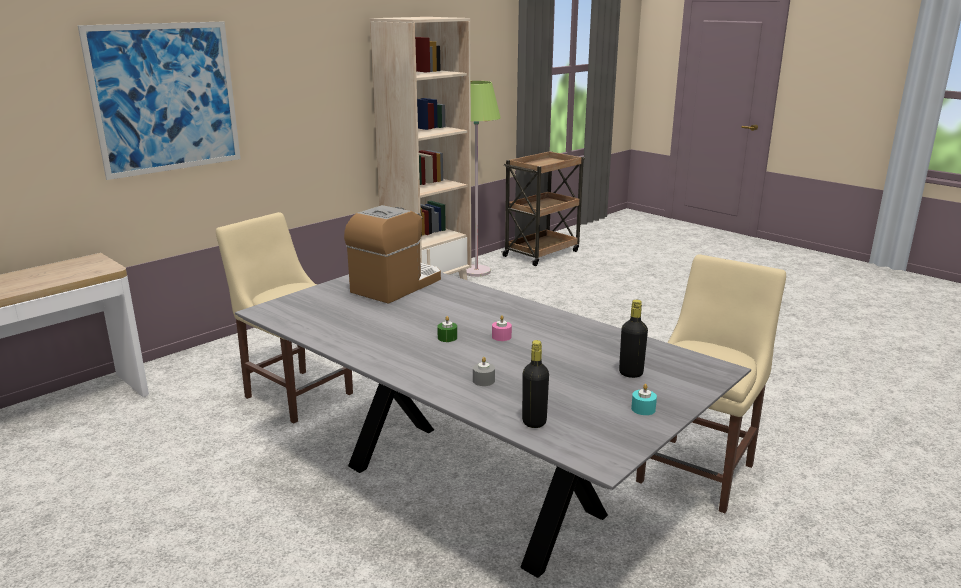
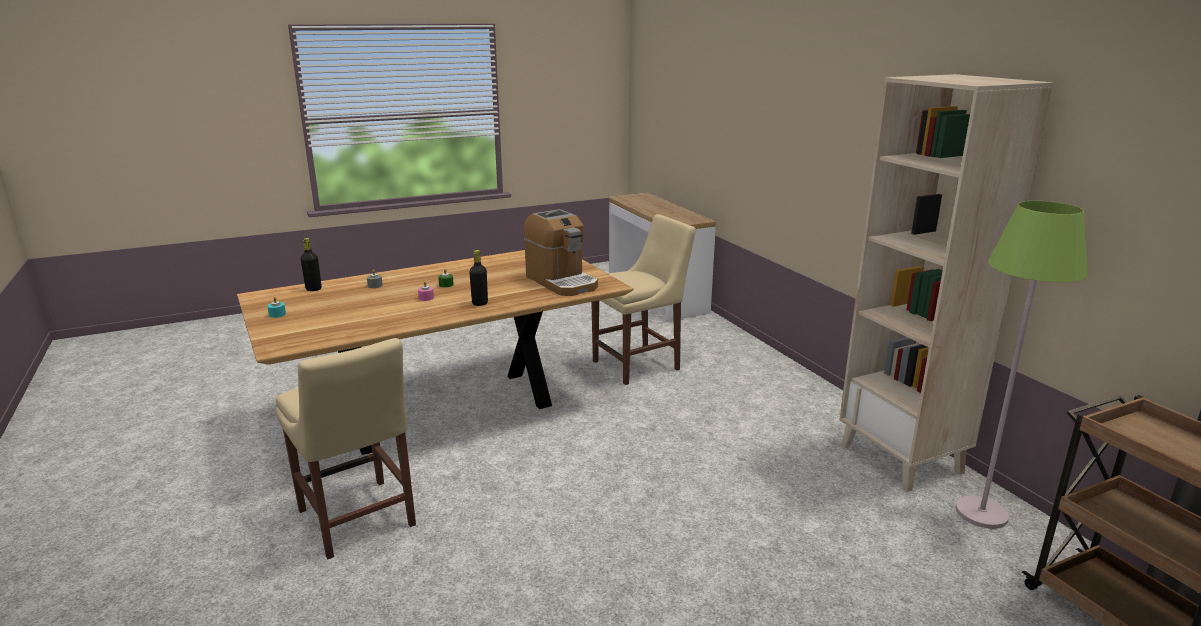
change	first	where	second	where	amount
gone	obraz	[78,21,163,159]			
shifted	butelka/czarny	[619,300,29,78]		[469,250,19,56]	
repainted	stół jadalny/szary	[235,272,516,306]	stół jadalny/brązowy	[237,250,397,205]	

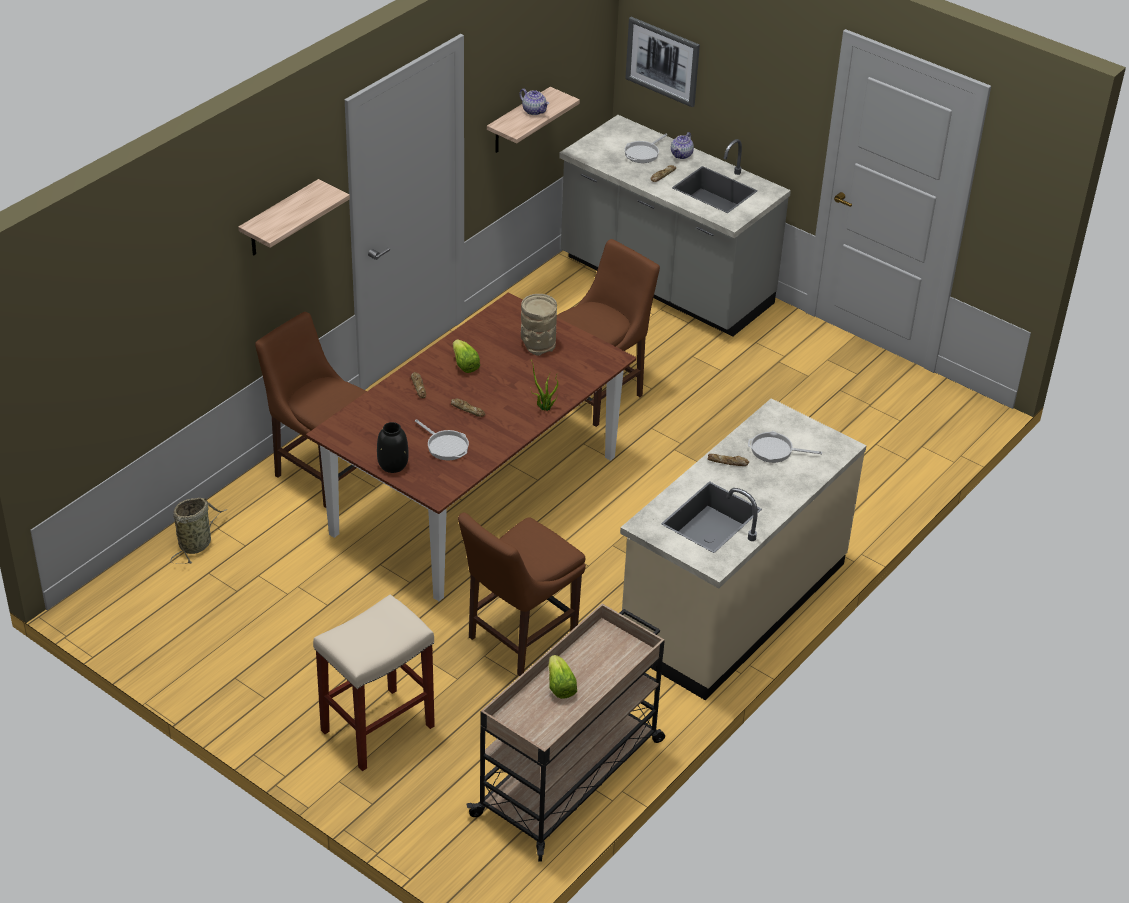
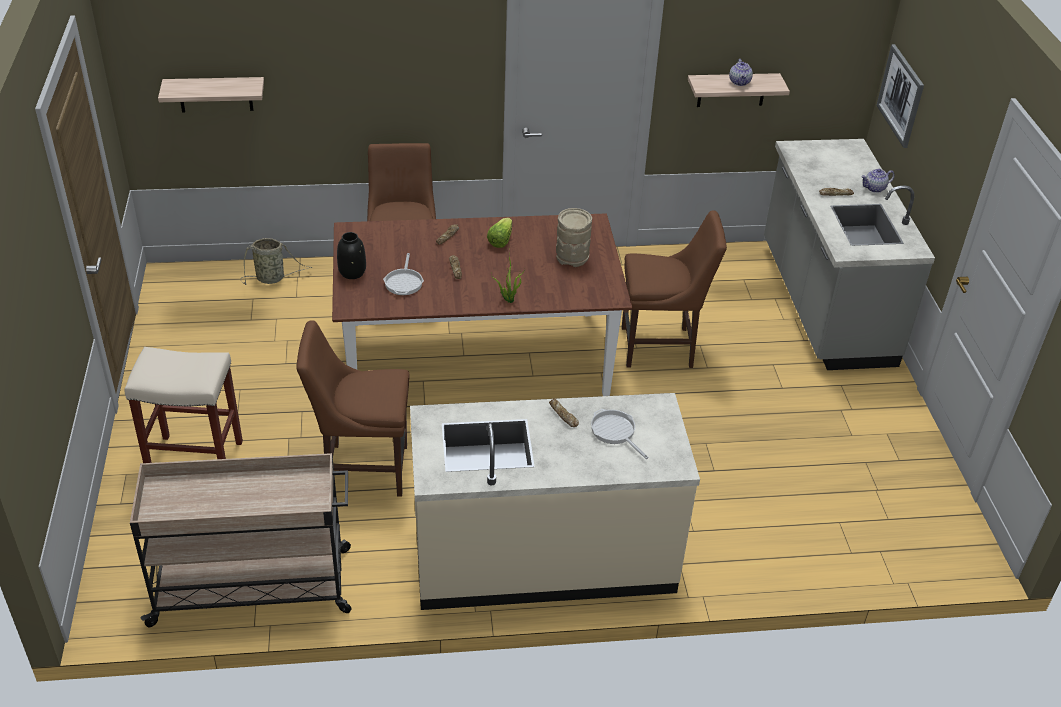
change	first	where	second	where	amount
gone	sałata	[549,655,28,44]			
gone	patelnia	[625,134,42,29]			
shifted	półka	[238,179,112,76]		[158,77,106,35]	

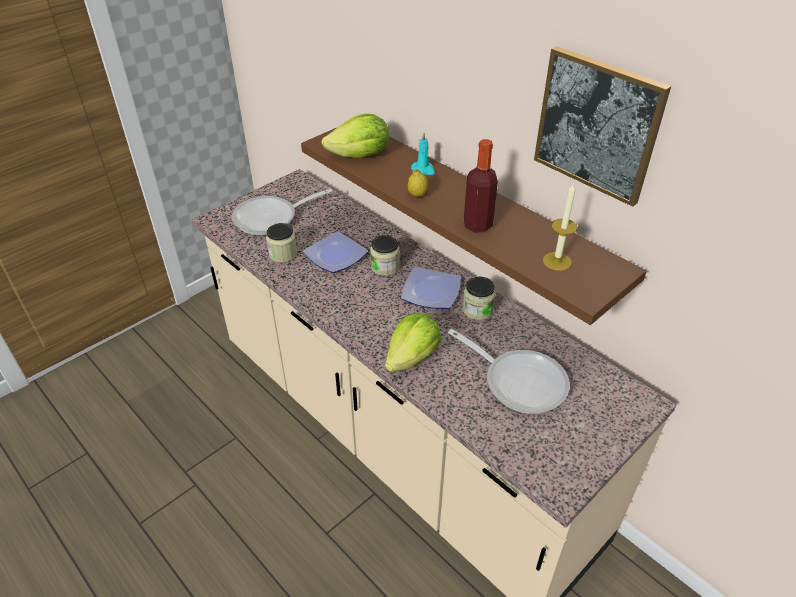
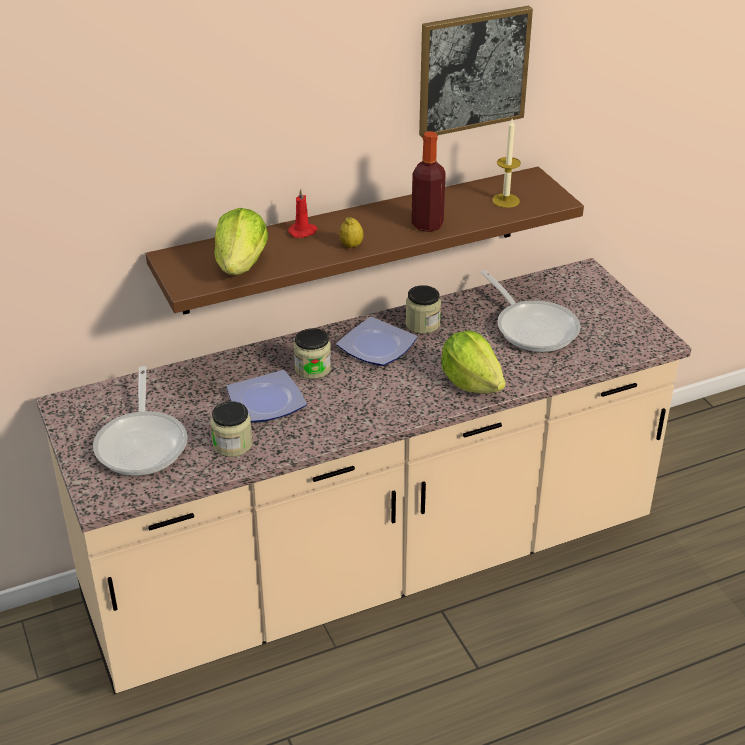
change	first	where	second	where	amount
repainted	świeca/turkusowy	[411,133,24,42]	świeca/czerwony	[288,188,30,50]	
rotated	patelnia	[448,329,122,85]		[481,270,99,82]	90 degrees clockwise

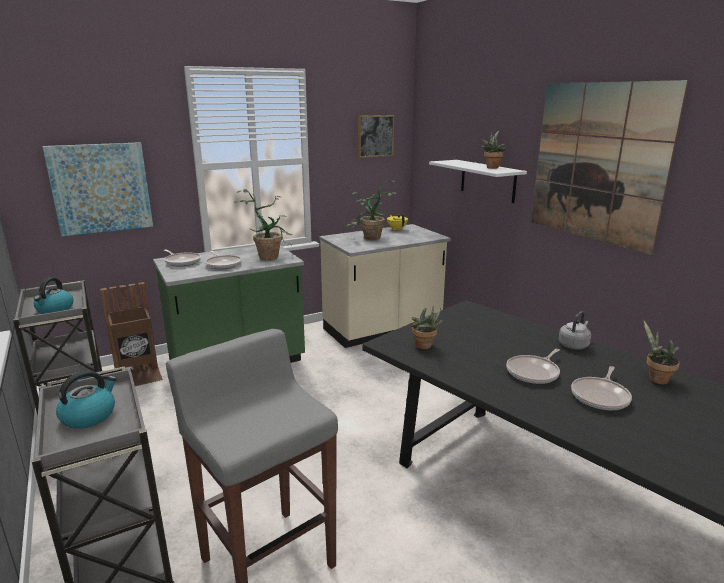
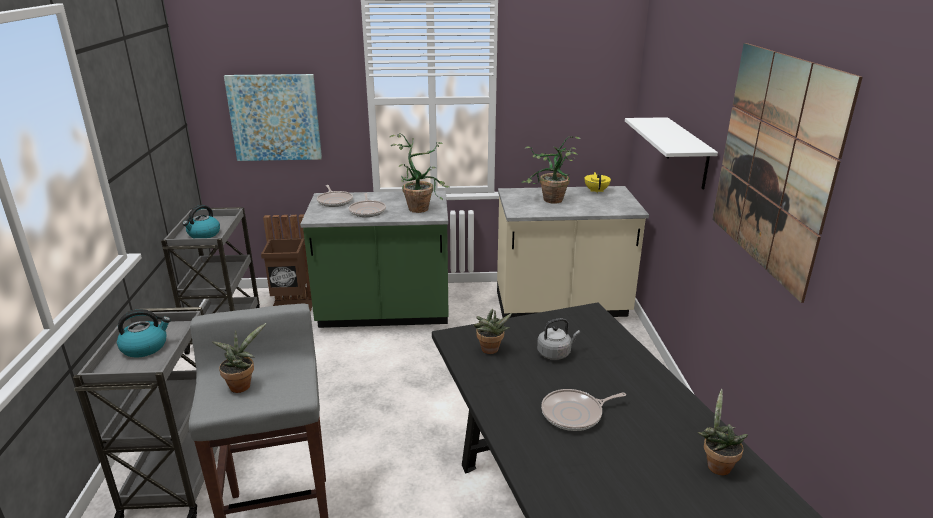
change	first	where	second	where	amount
gone	obraz	[358,115,36,43]			
gone	patelnia	[571,366,61,45]			
shifted	roślina doniczkowa	[481,131,25,38]		[212,323,54,70]	
shifted	czajnik/szary	[558,311,33,38]		[537,318,43,42]	

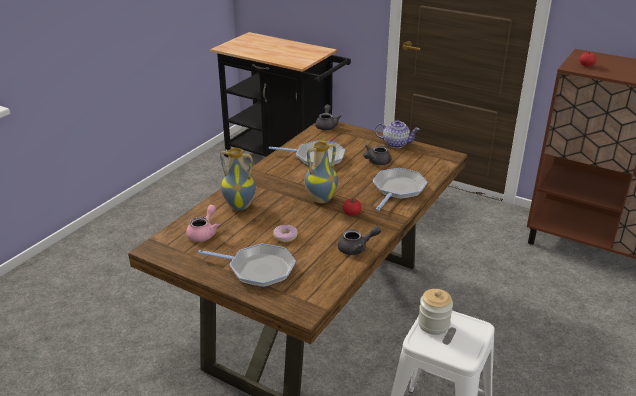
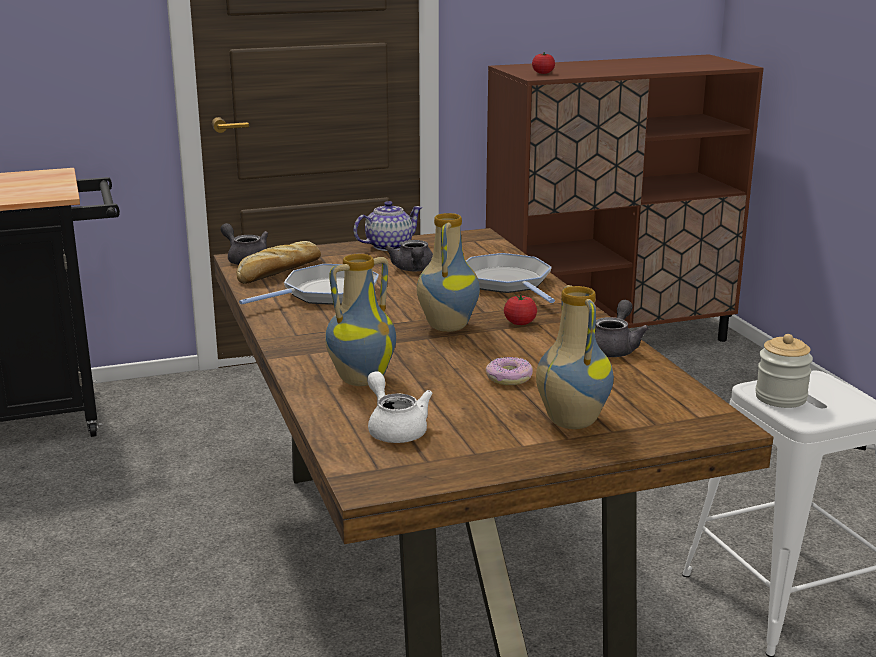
change	first	where	second	where	amount
new			chleb	[236,241,85,43]	
swapped	patelnia	[198,243,98,44]	wazon	[536,285,78,144]	
repainted	imbryk/różowy	[186,205,33,37]	imbryk/biały	[367,371,66,72]	

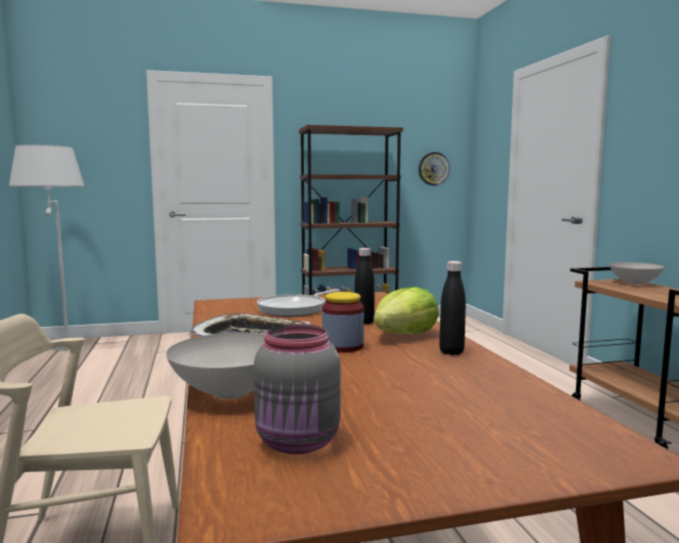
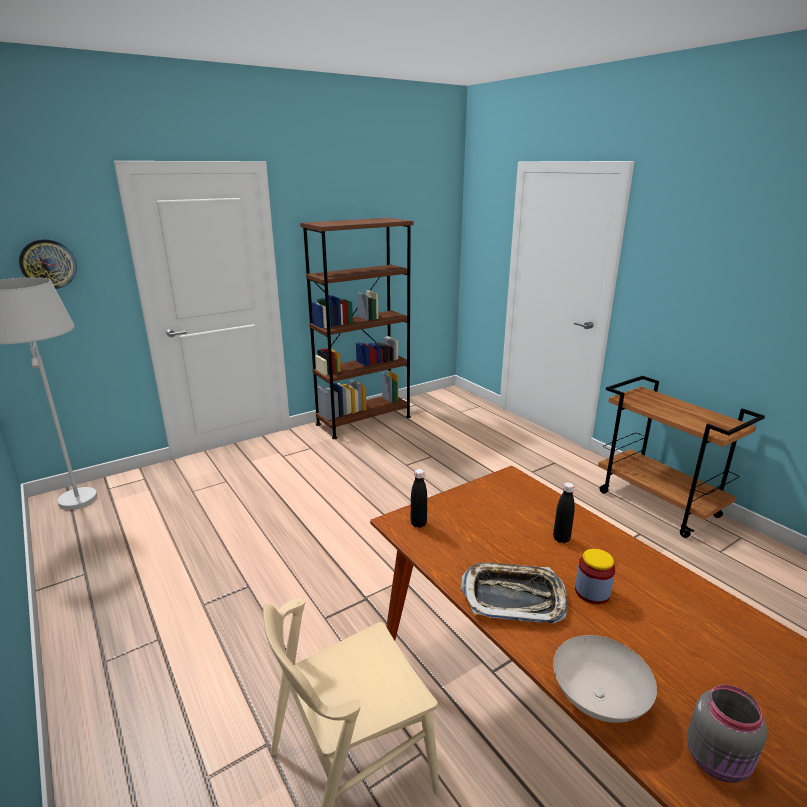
change	first	where	second	where	amount
gone	patelnia	[257,289,83,28]			
gone	sałata	[374,287,65,47]			
gone	miska/biały	[609,262,55,23]			
shifted	zegar ścienny	[418,152,32,34]		[19,239,58,50]	
shifted	butelka/czarny	[439,261,27,94]		[411,469,16,59]	

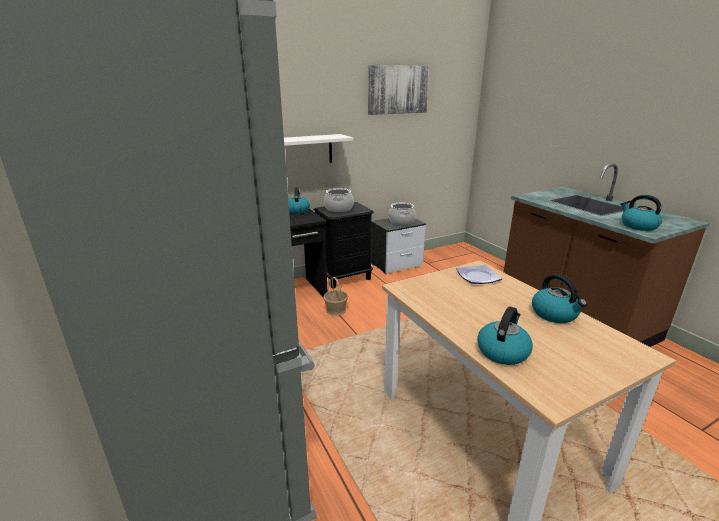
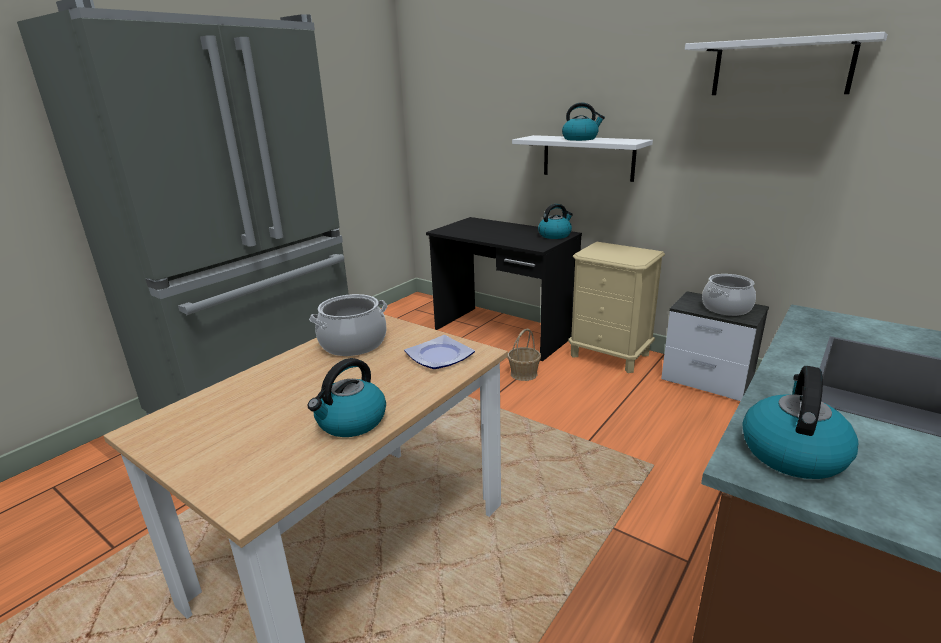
change	first	where	second	where	amount
shifted	garnek	[324,188,30,24]		[309,294,78,62]	
shifted	czajnik	[478,307,55,58]		[562,103,43,38]	
swapped	obraz	[368,65,62,50]	półka/biały	[685,32,203,63]	
repainted	szafka nocna/czarny	[314,202,59,87]	szafka nocna/beżowy	[568,242,97,131]	

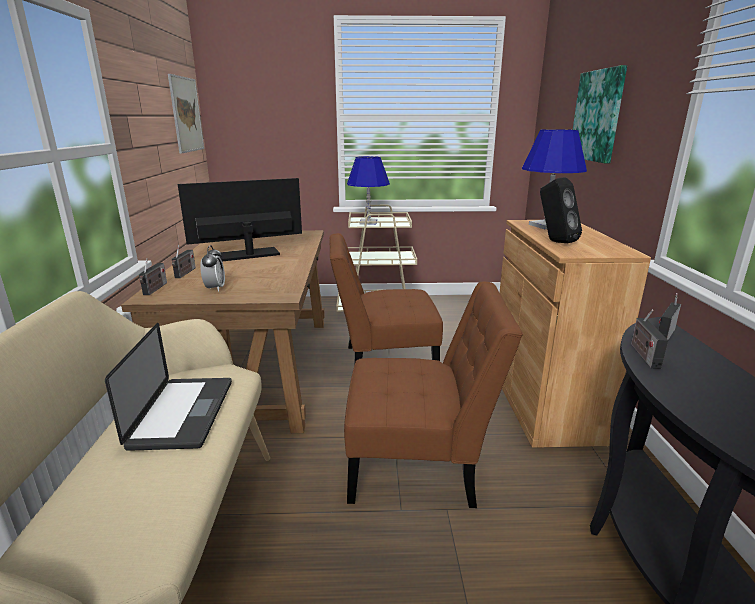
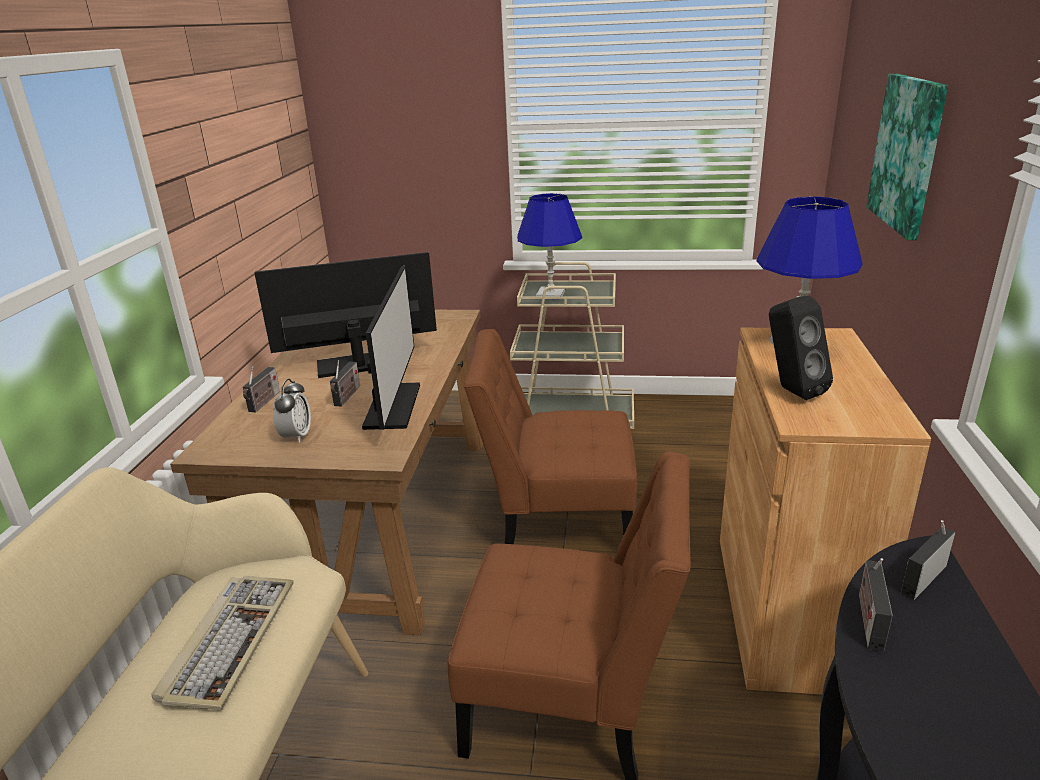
change	first	where	second	where	amount
gone	obraz	[168,74,36,80]			
new			monitor	[362,266,58,164]	
shifted	radio	[139,258,28,37]		[330,360,30,47]	
swapped	laptop	[105,323,127,128]	klawiatura	[152,576,142,134]	

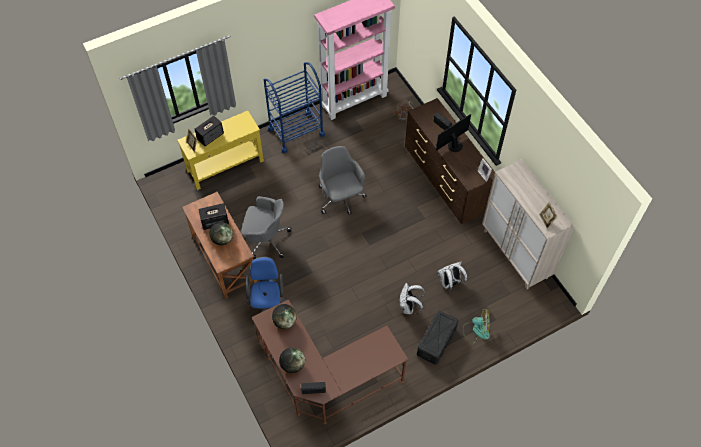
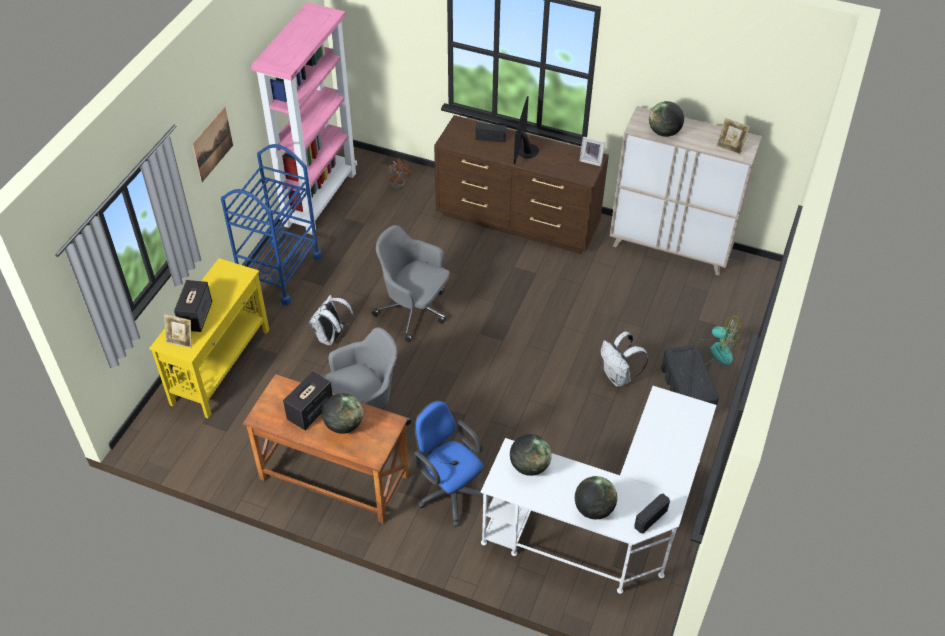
change	first	where	second	where	amount
new			obraz	[192,107,41,75]	
new			globus	[649,101,35,36]	
shifted	plecak/biały	[438,261,29,31]		[309,295,46,51]	
repainted	biurko/brązowy	[252,299,156,125]	biurko/biały	[481,386,236,208]	
rotated	wentylator	[463,308,27,36]		[696,316,45,49]	60 degrees clockwise

